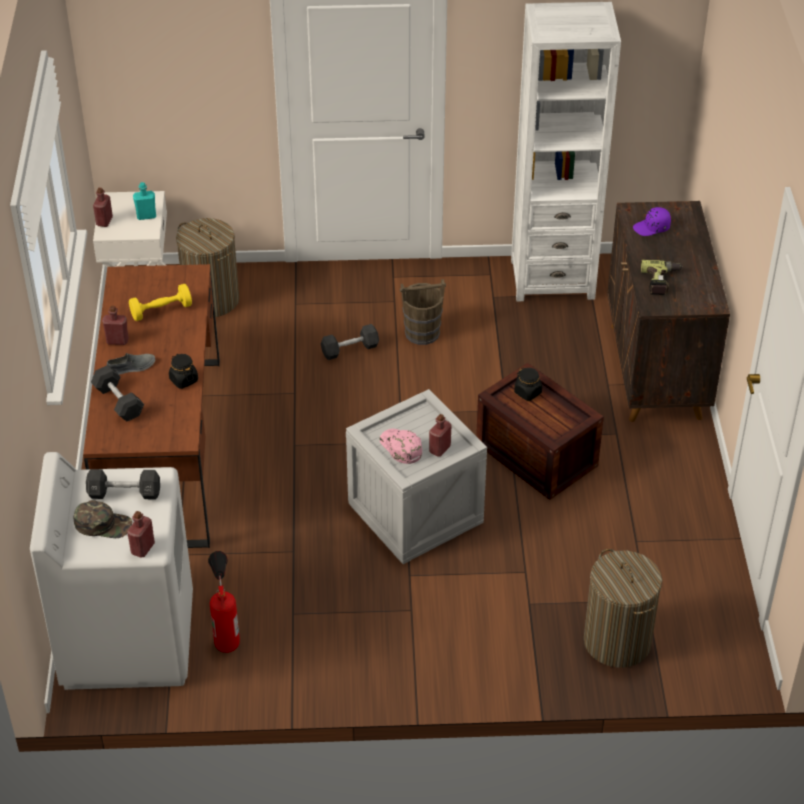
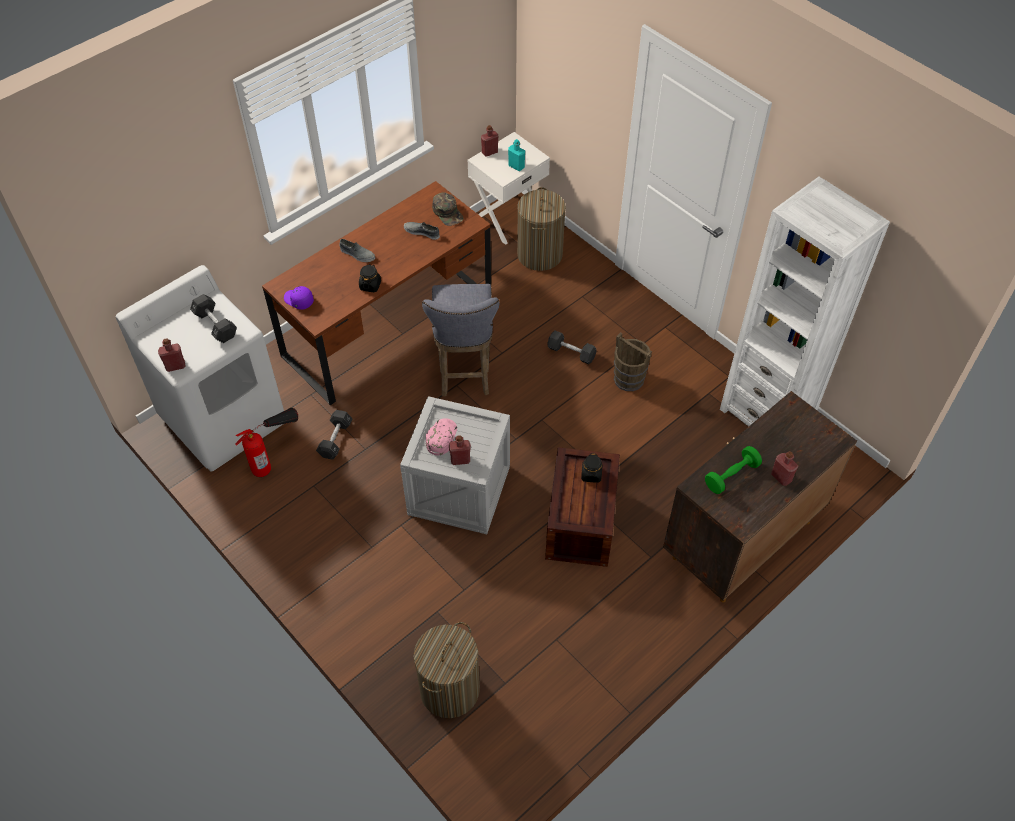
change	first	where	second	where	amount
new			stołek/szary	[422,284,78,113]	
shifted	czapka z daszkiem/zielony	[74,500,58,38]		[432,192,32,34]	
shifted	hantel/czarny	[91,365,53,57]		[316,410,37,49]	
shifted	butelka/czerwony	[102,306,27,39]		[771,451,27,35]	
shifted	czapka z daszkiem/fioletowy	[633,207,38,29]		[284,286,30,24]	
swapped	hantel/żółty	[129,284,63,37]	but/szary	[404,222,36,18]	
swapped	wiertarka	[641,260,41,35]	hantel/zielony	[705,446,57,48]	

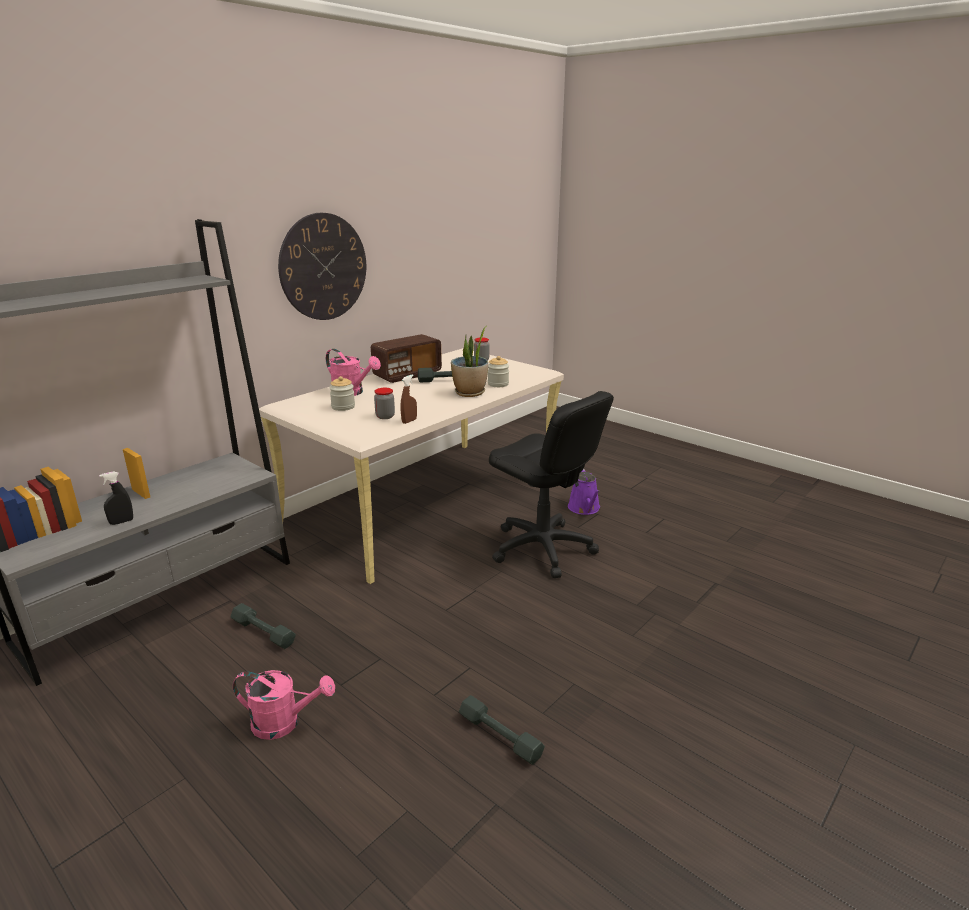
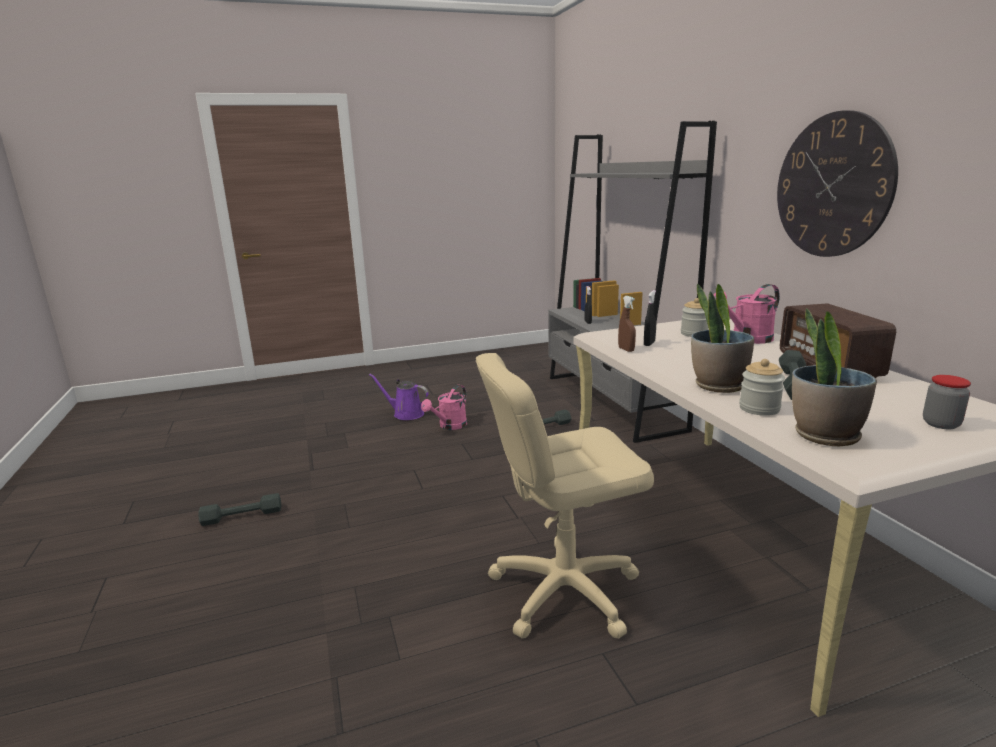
change	first	where	second	where	amount
new			roślina doniczkowa	[792,308,85,138]	
shifted	hantel/szary	[459,695,86,70]		[198,493,83,33]	
shifted	konewka/fioletowy	[568,469,32,46]		[369,374,60,46]	
swapped	słoik	[374,388,21,31]	spryskiwacz/czarny	[644,290,12,56]	
repainted	krzesło biurowe/czarny	[489,391,125,187]	krzesło biurowe/beżowy	[476,353,178,286]	

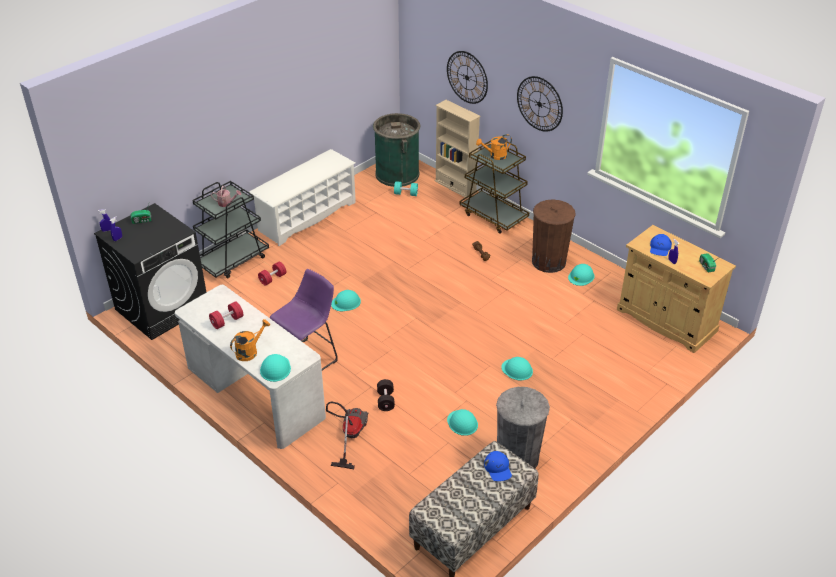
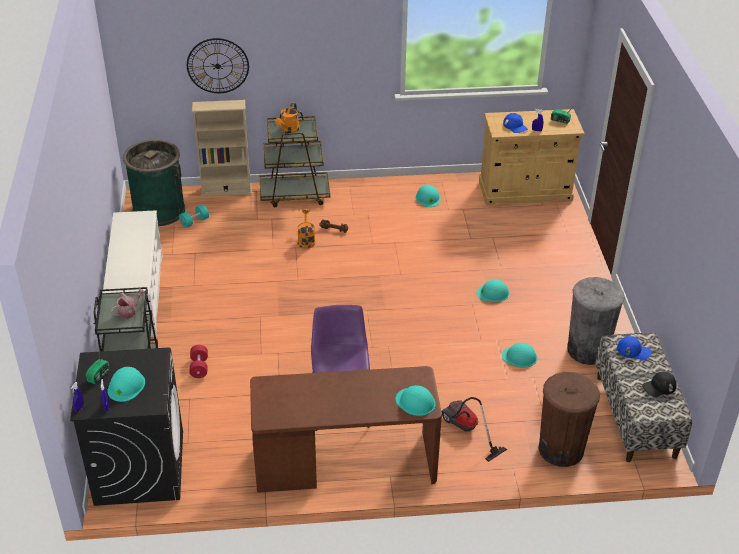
change	first	where	second	where	amount
gone	hantel/czerwony	[209,301,34,28]			
gone	hantel/czarny	[377,379,18,32]			
gone	zegar ścienny	[517,76,46,56]			
new			czapka z daszkiem/czarny	[642,372,35,25]	
shifted	konewka/pomarańczowy	[230,319,40,42]		[298,209,17,40]	
shifted	kask/turkusowy	[331,290,30,21]		[107,367,38,35]	
shifted	kosz na śmieci/brązowy	[532,199,44,74]		[538,372,62,95]	
repainted	biurko/biały	[175,285,151,164]	biurko/brązowy	[250,366,192,127]	

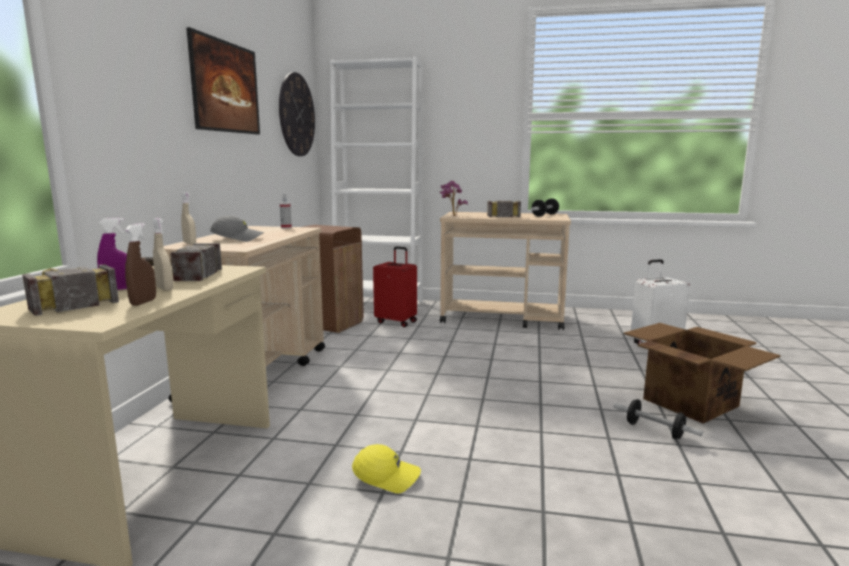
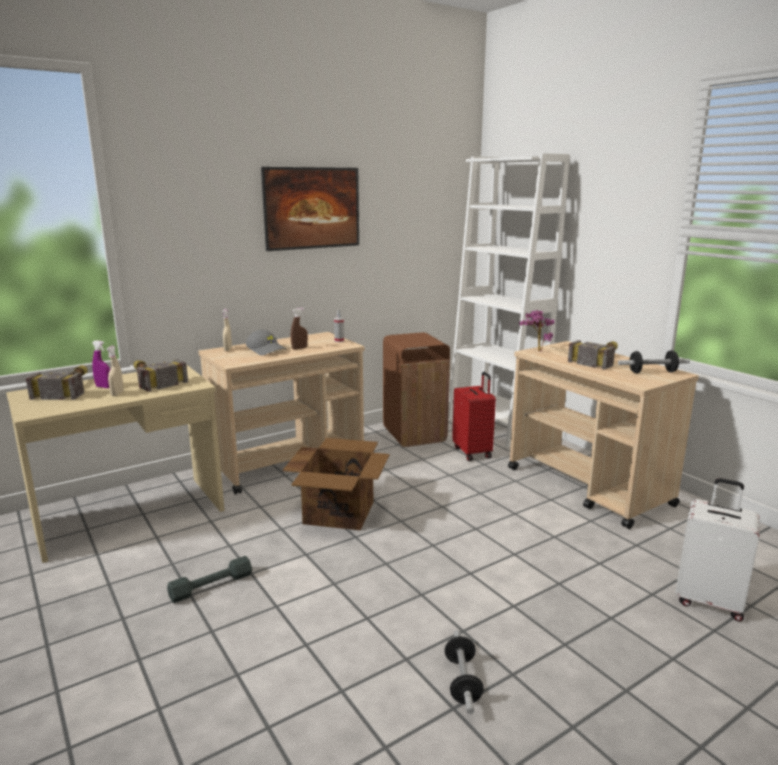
change	first	where	second	where	amount
gone	zegar ścienny	[279,72,36,84]			
shifted	spryskiwacz/brązowy	[125,223,31,83]		[291,308,17,41]	
shifted	karton	[624,323,156,100]		[283,438,106,92]	
swapped	czapka z daszkiem/żółty	[352,444,69,49]	hantel/szary	[167,556,85,47]	

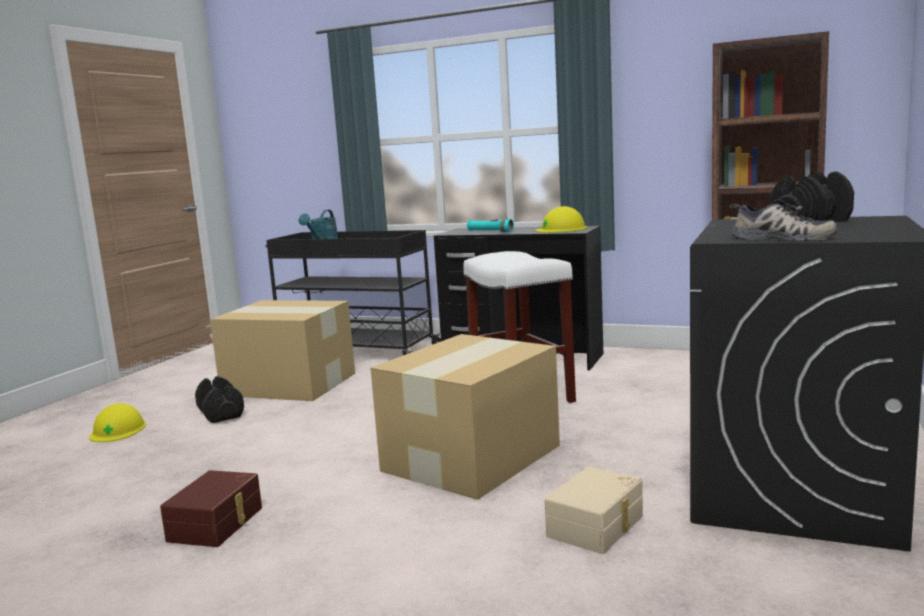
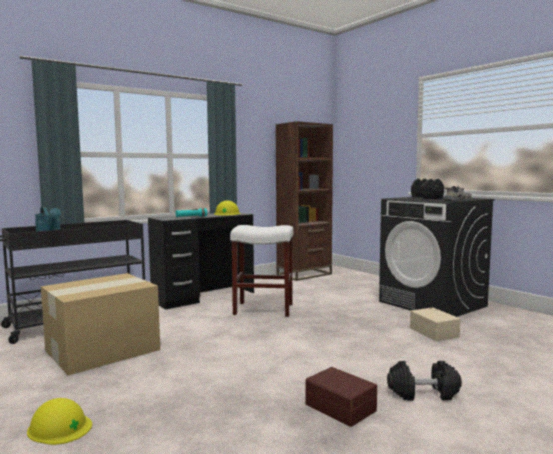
change	first	where	second	where	amount
gone	karton	[370,334,190,166]			
shifted	hantel/czarny	[195,376,49,47]		[387,361,75,39]	

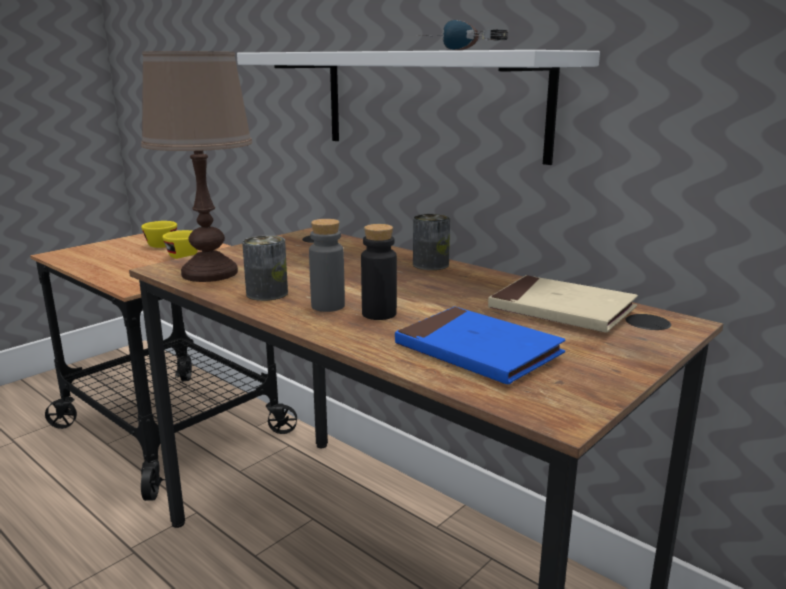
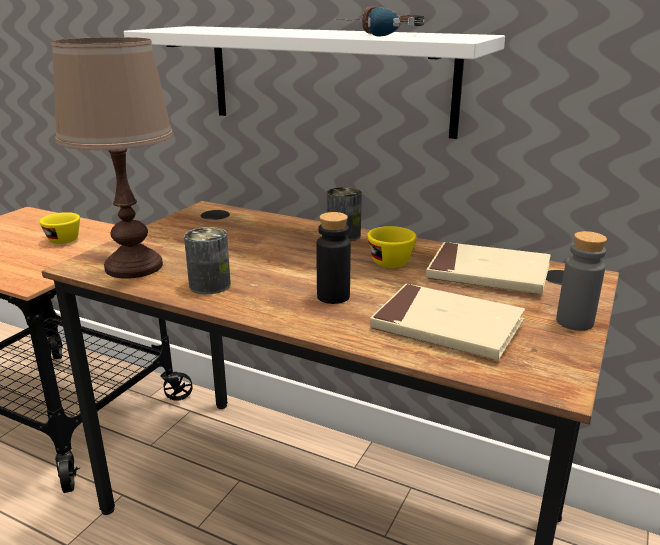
change	first	where	second	where	amount
shifted	filiżanka/żółty	[141,221,36,27]		[367,226,50,42]	
shifted	butelka/szary	[309,219,36,93]		[556,231,51,100]	
repainted	książka/niebieski	[395,307,171,77]	książka/beżowy	[370,284,155,76]	

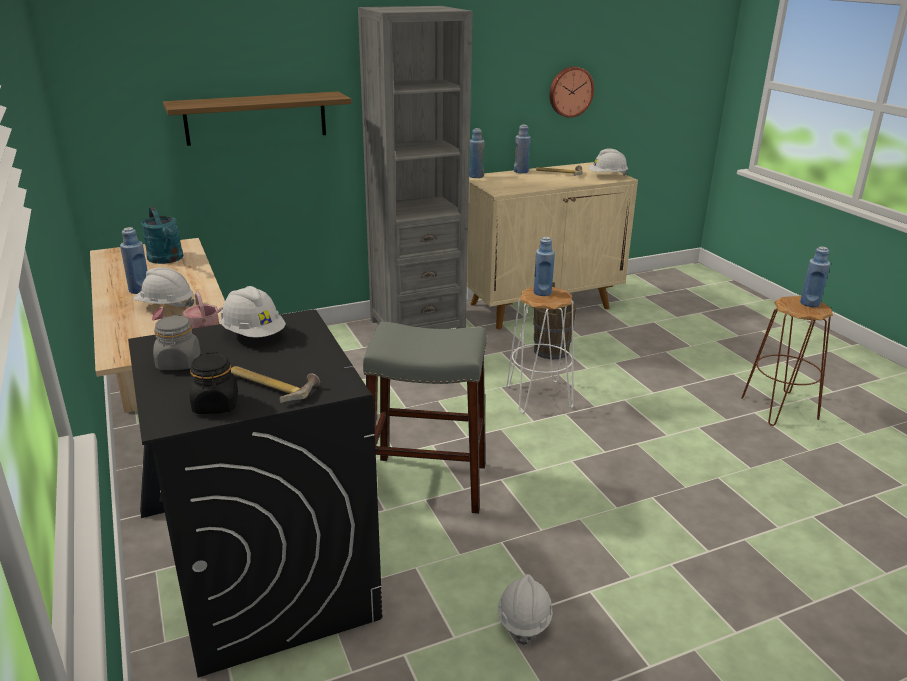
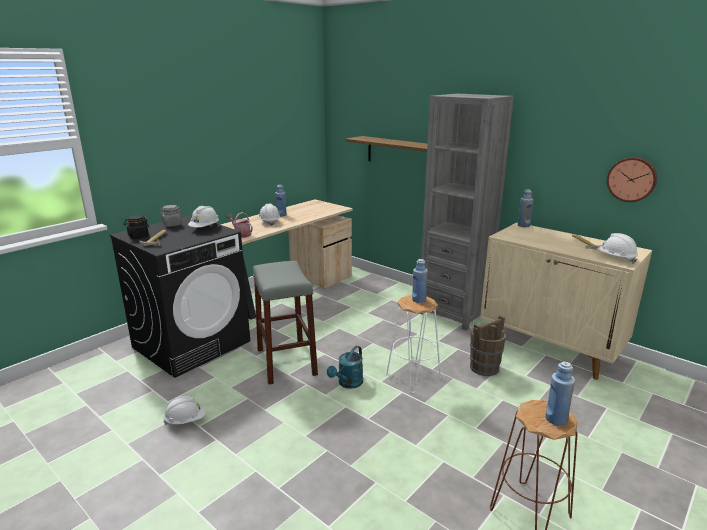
change	first	where	second	where	amount
gone	butelka/niebieski	[514,125,17,48]			
shifted	konewka/turkusowy	[141,207,42,57]		[327,346,36,43]	

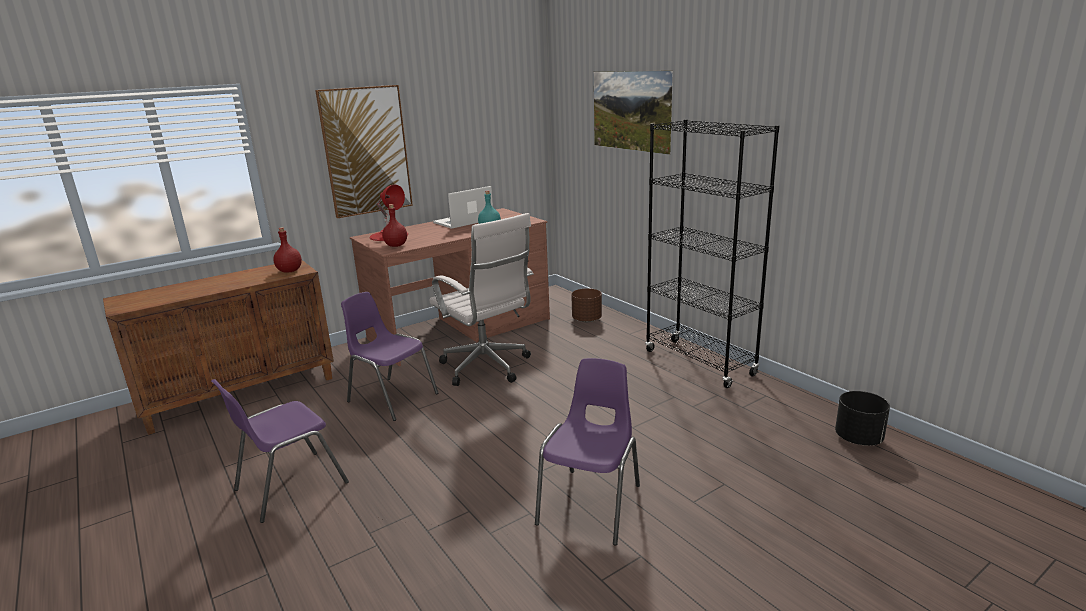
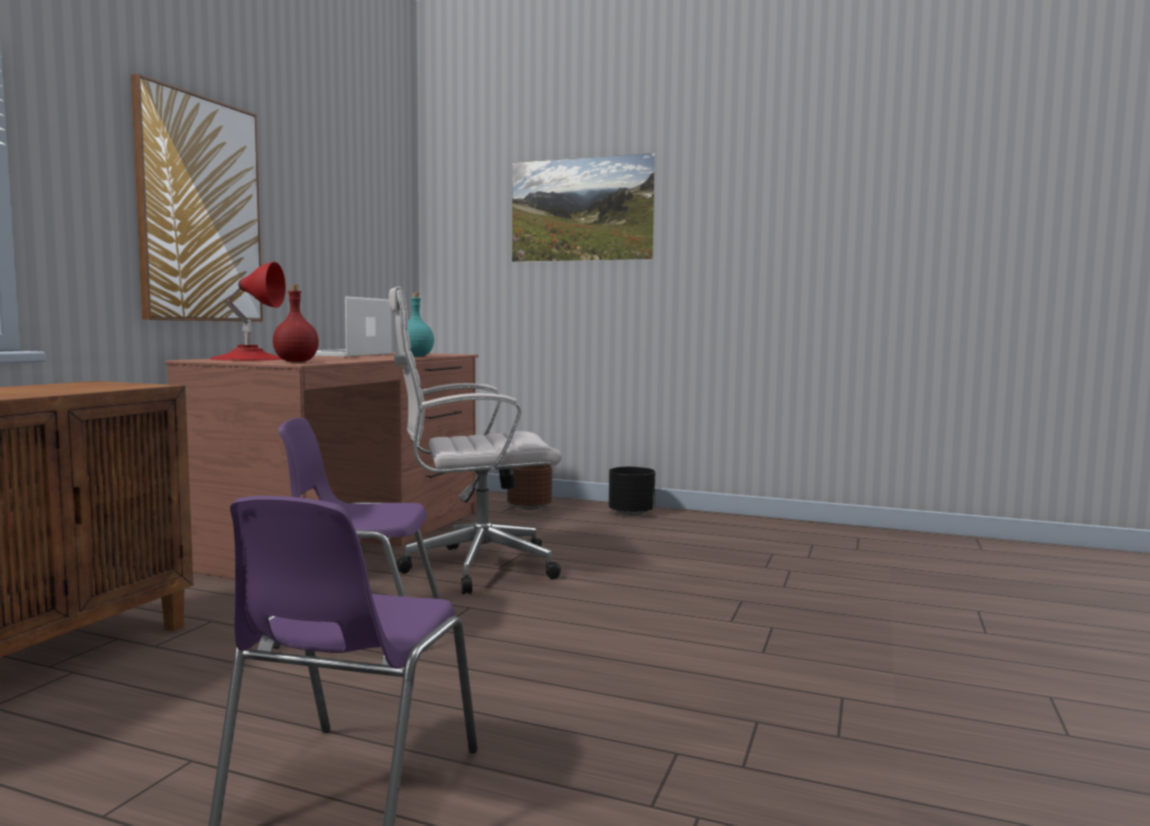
change	first	where	second	where	amount
gone	butelka/czerwony	[273,227,29,46]			
gone	krzesło/fioletowy	[535,358,105,188]			
gone	regał/czarny	[645,119,134,269]			
shifted	donica/czarny	[835,391,55,55]		[609,467,46,49]	
rotated	krzesło biurowe/biały	[429,213,105,173]		[389,286,173,308]	150 degrees clockwise

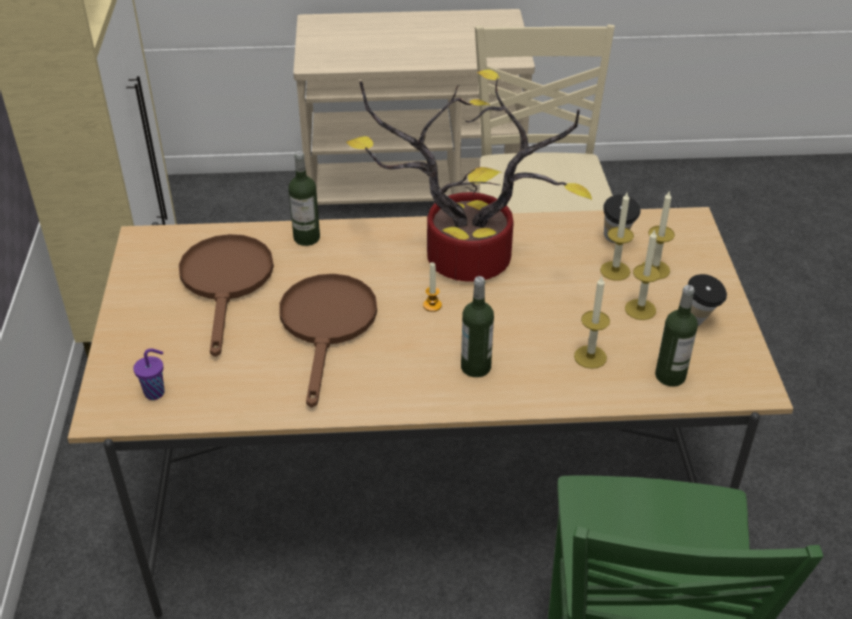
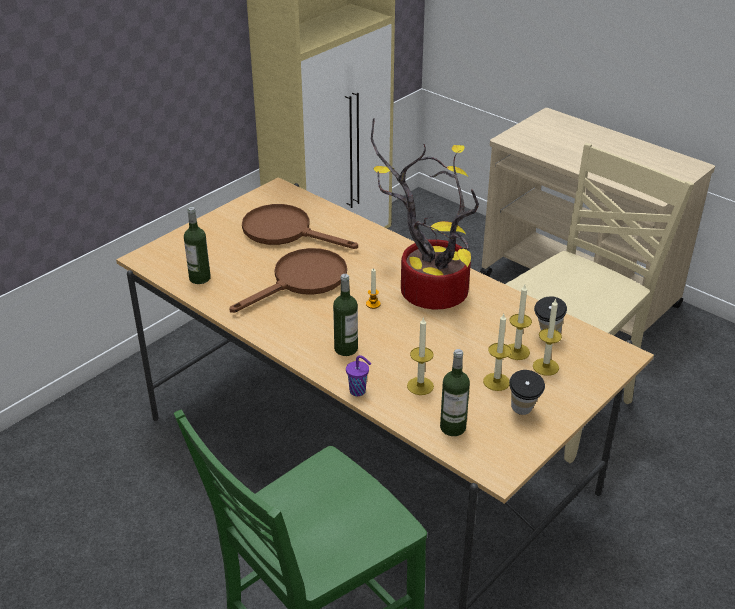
change	first	where	second	where	amount
shifted	filiżanka/fioletowy	[133,348,32,52]		[346,355,25,41]	
shifted	butelka	[288,151,32,95]		[184,207,27,77]	
rotated	patelnia/brązowy	[179,234,95,123]		[242,204,116,45]	105 degrees counterclockwise

